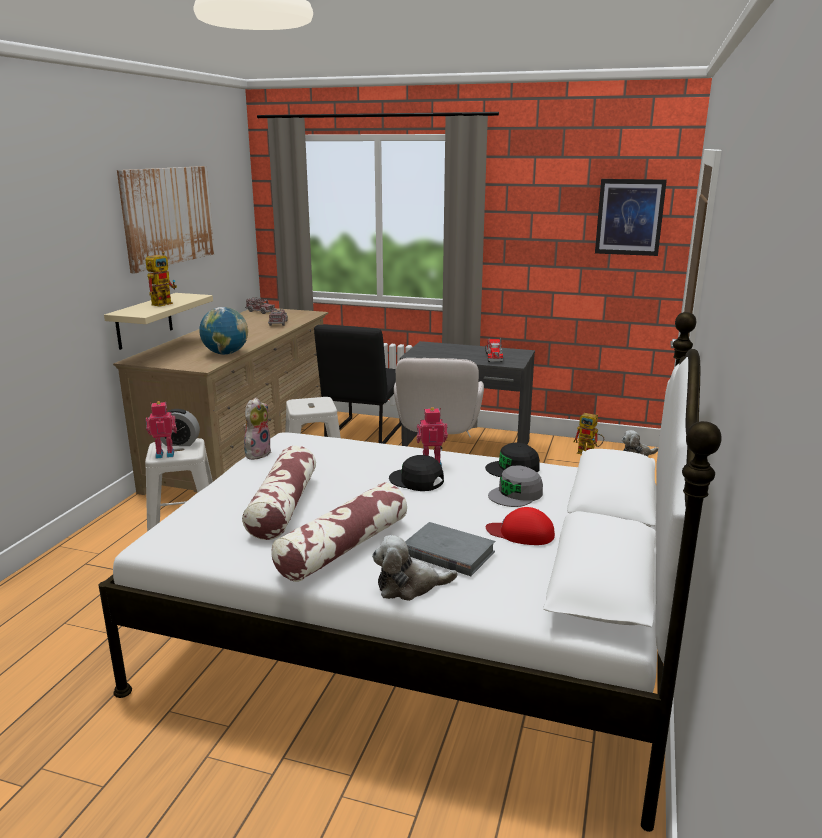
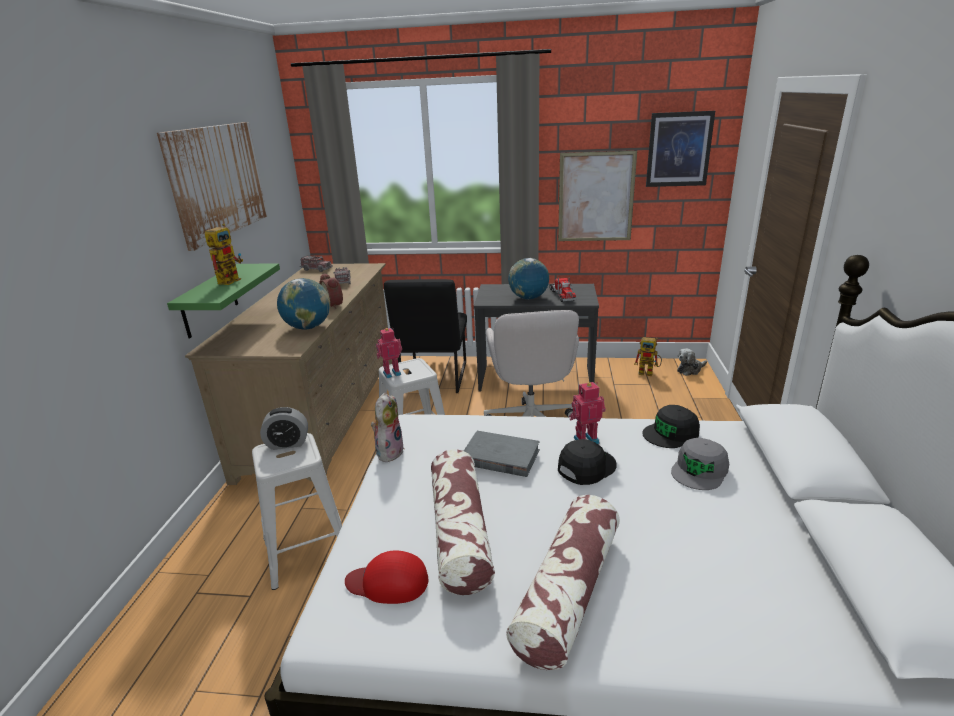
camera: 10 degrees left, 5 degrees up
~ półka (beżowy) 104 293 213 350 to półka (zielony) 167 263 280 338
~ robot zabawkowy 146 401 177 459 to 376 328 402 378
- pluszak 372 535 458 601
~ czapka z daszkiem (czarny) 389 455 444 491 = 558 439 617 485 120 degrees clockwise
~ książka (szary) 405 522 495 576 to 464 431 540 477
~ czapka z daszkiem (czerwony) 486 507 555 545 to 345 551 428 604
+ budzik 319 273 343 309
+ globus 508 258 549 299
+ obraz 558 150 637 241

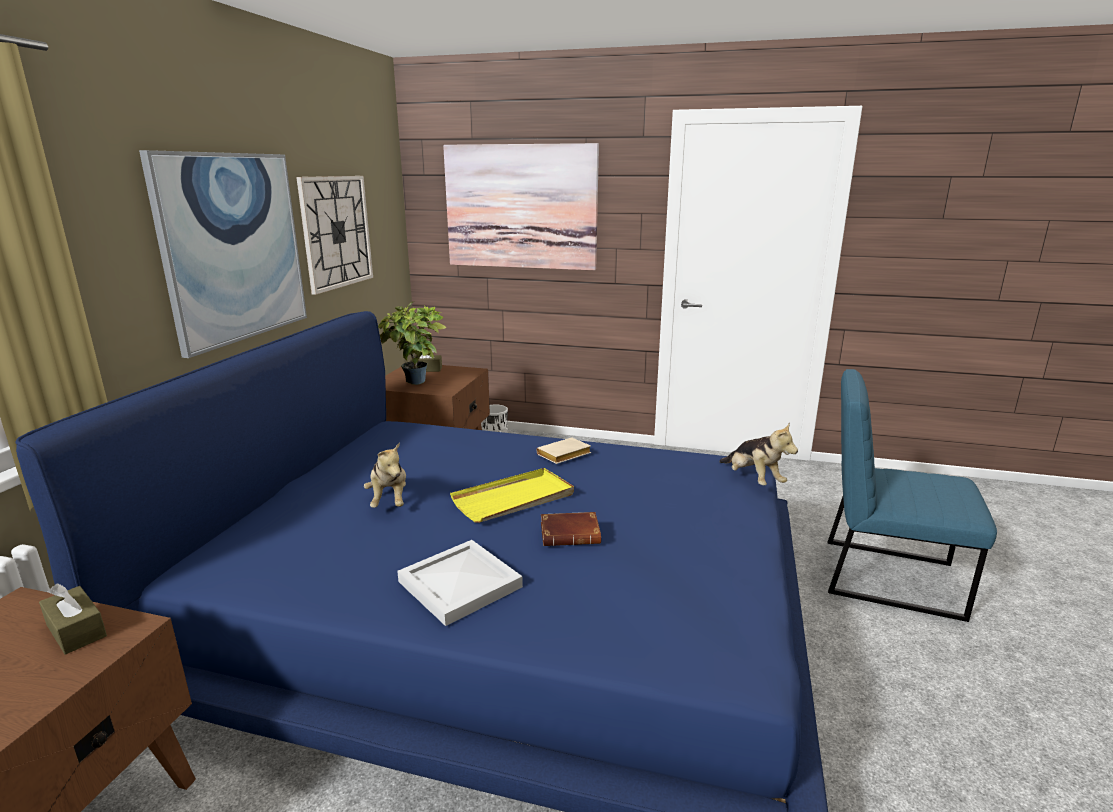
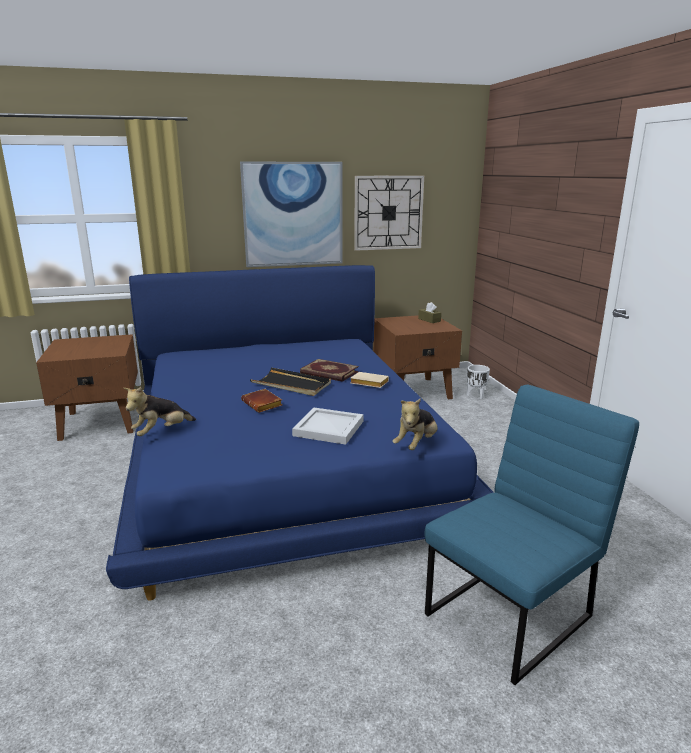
camera: 60 degrees right, 0 degrees up
- pudełko chusteczek (brązowy) 39 584 107 655
~ pluszak 364 442 406 508 to 124 387 196 436
- roślina doniczkowa 378 302 447 385
~ taca (biały) 397 540 523 626 to 292 408 364 445
- obraz 443 143 599 271
~ taca (żółty) 450 468 574 523 to taca (czarny) 250 367 331 396
~ krzesło (niebieski) 828 369 997 622 = 424 385 639 685 60 degrees clockwise
+ książka 300 359 359 382

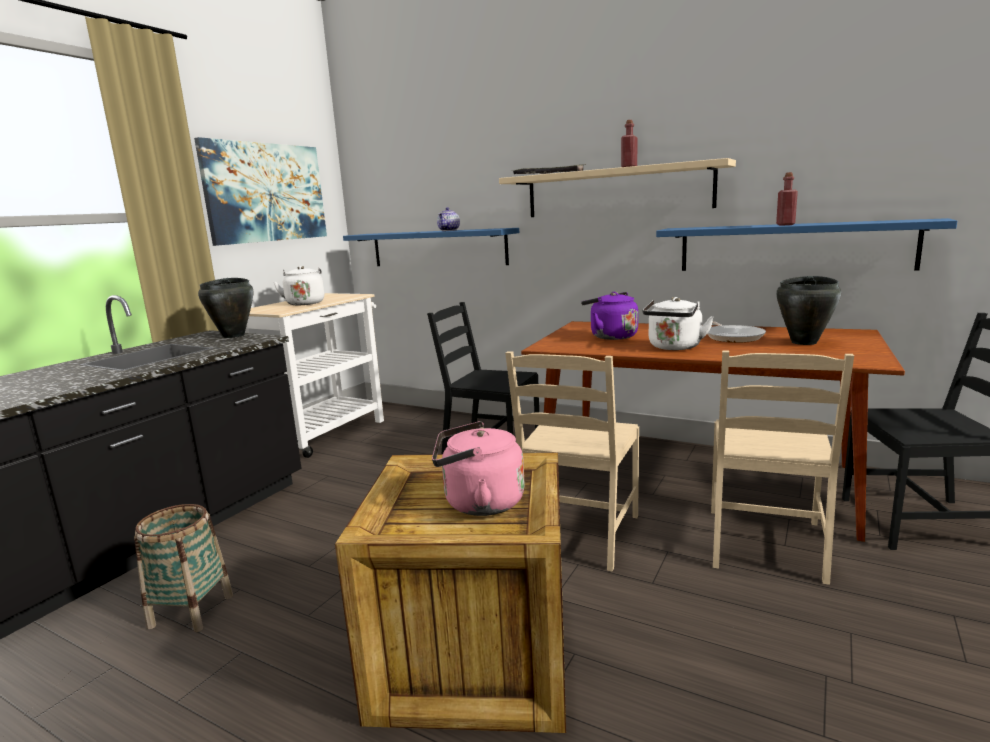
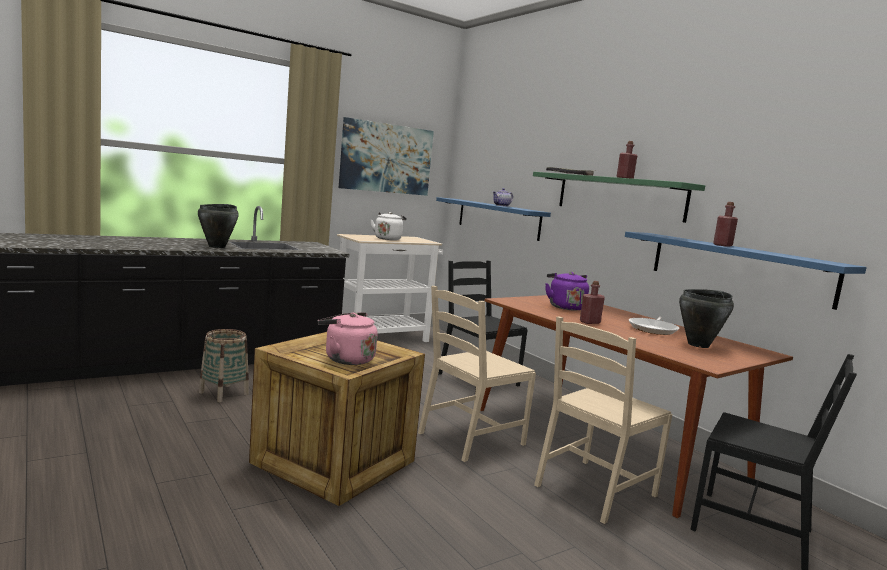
camera: 25 degrees right, 5 degrees down
~ garnek (czarny) 198 278 254 338 to 198 204 239 248
~ półka (beżowy) 499 158 736 217 to półka (zielony) 533 172 705 223
~ czajnik (biały) 643 297 714 350 to butelka (czerwony) 580 281 605 324

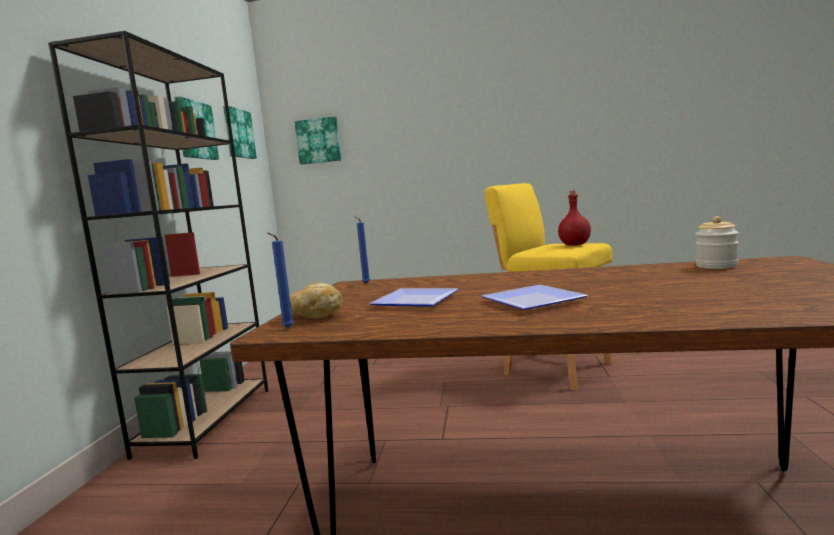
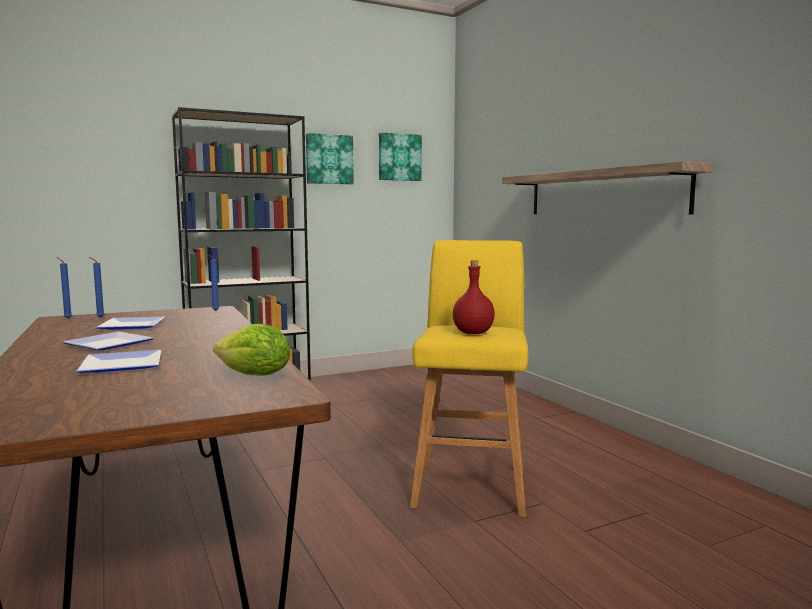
camera: 55 degrees right, 0 degrees up
~ chleb 290 283 343 318 to świeca (niebieski) 89 257 104 318
- obraz 294 117 341 165
~ słoik 695 216 739 269 to sałata 213 324 290 376
+ talerz 76 350 161 373
+ półka 502 161 713 215

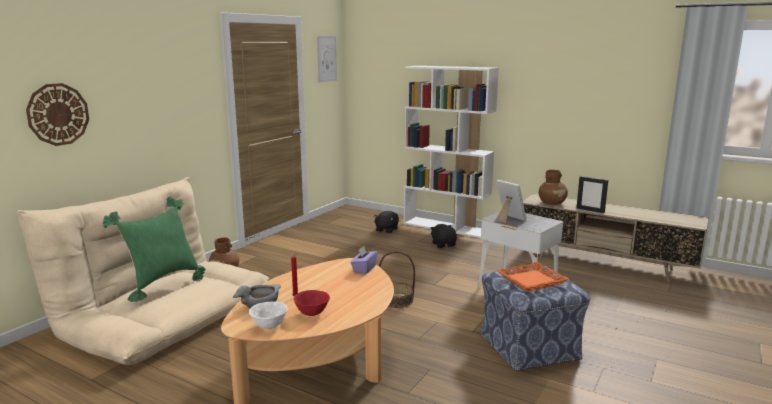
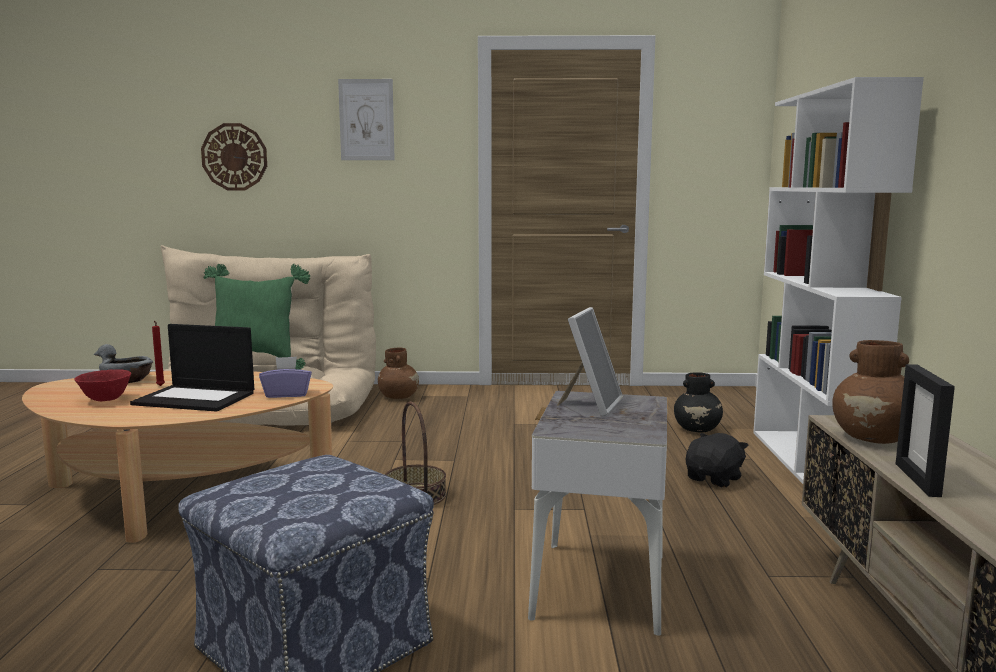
camera: 60 degrees right, 5 degrees down
- miska (biały) 249 301 288 329
~ obraz 317 36 337 82 to 338 79 395 160
~ pluszak (czarny) 374 211 399 233 to wazon (czarny) 674 372 723 433
- taca (pomarańczowy) 497 262 569 291
+ laptop 130 324 254 412

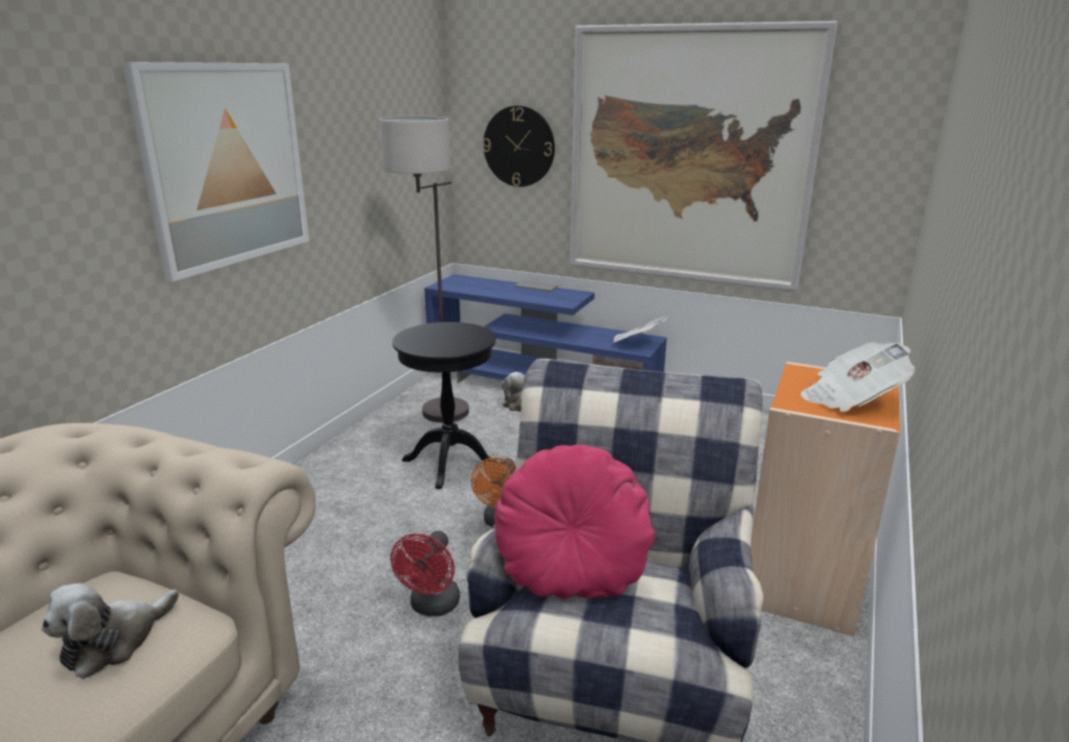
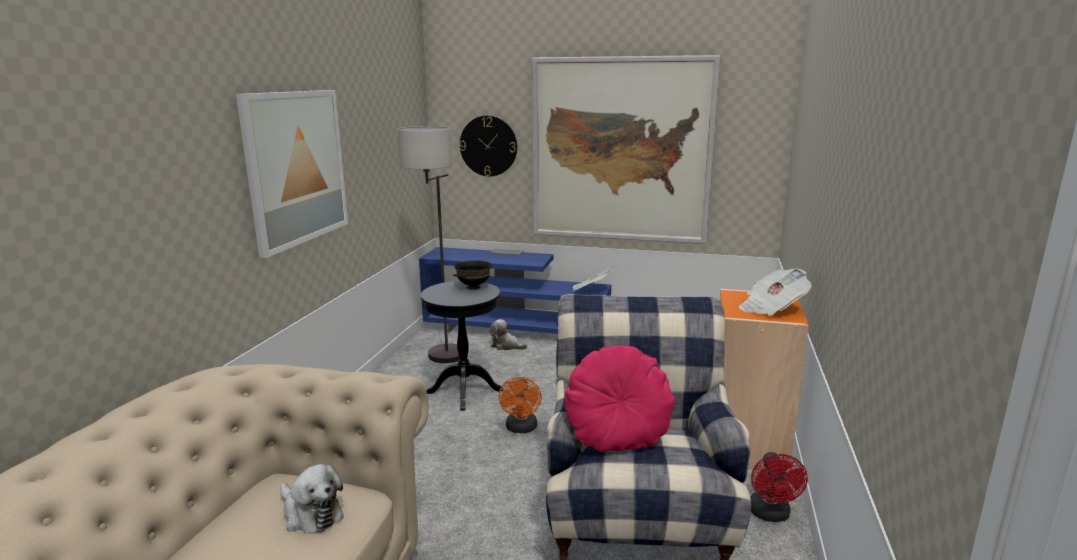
camera: 10 degrees left, 5 degrees down
~ pluszak 41 583 179 679 = 280 464 344 534 75 degrees counterclockwise
~ wentylator (czerwony) 390 531 460 616 to 750 452 808 522
+ miska (czarny) 453 260 492 290

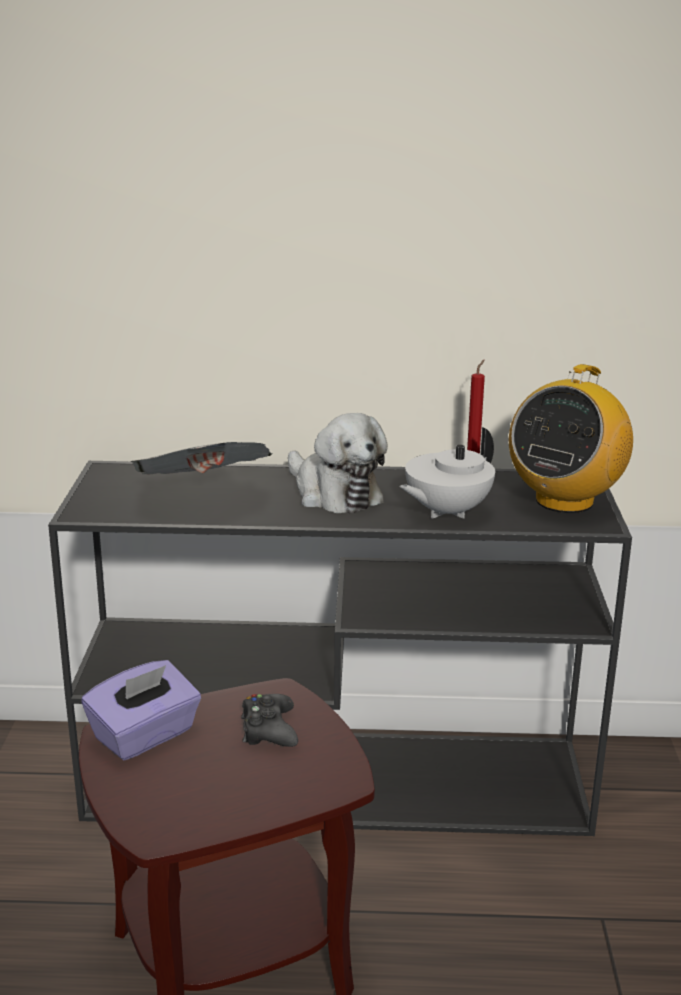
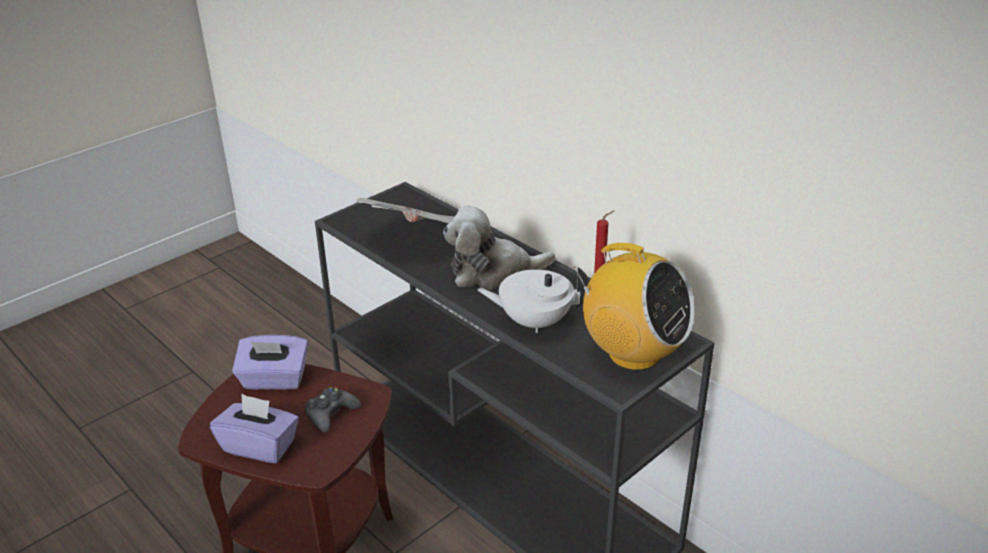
camera: 45 degrees right, 10 degrees up
~ pluszak 288 413 388 514 = 443 206 555 290 75 degrees clockwise
~ radio 509 364 633 513 = 574 243 695 371 135 degrees counterclockwise
+ pudełko chusteczek (fioletowy) 210 394 299 463

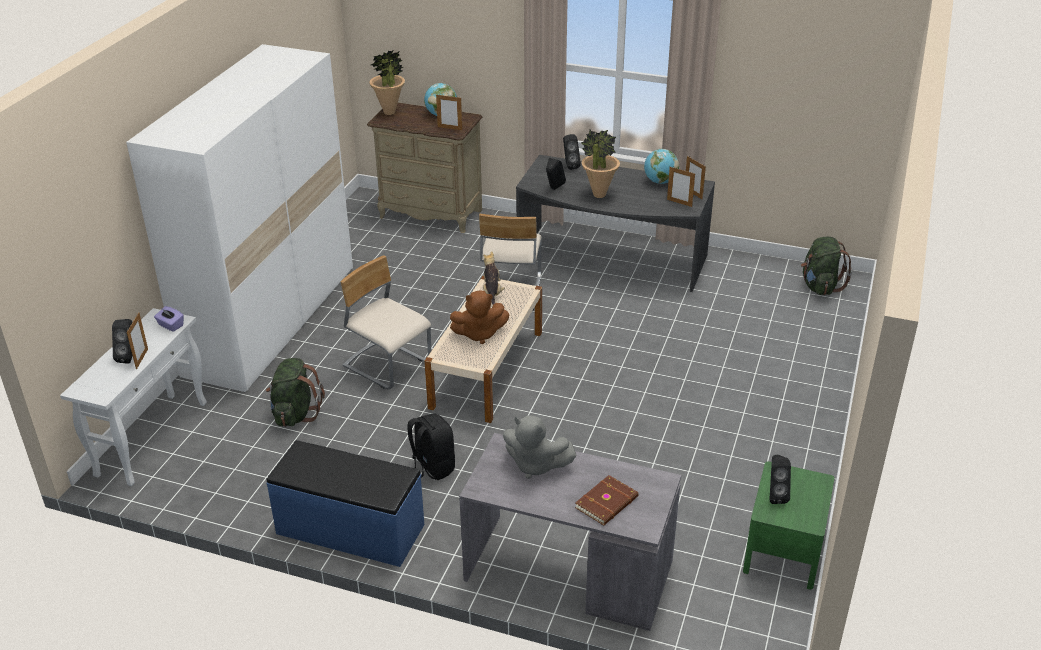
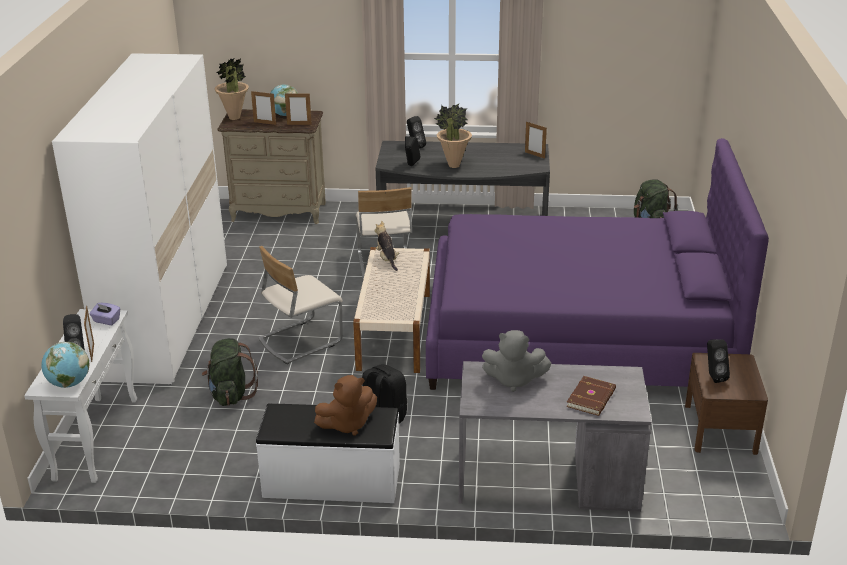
camera: 15 degrees left, 5 degrees down
~ ławka (niebieski) 267 440 424 567 to ławka (biały) 256 403 400 503
~ krzesło (beżowy) 340 255 431 390 = 258 246 343 364 60 degrees counterclockwise
~ pluszak (brązowy) 450 291 509 344 to 314 375 377 436
~ globus 644 149 679 184 to 41 342 89 388
~ ramka na zdjęcie 667 166 695 207 to 251 90 276 125
~ szafka nocna (zielony) 743 461 835 590 to szafka nocna (brązowy) 685 353 768 455
+ łóżko (fioletowy) 426 138 769 390

